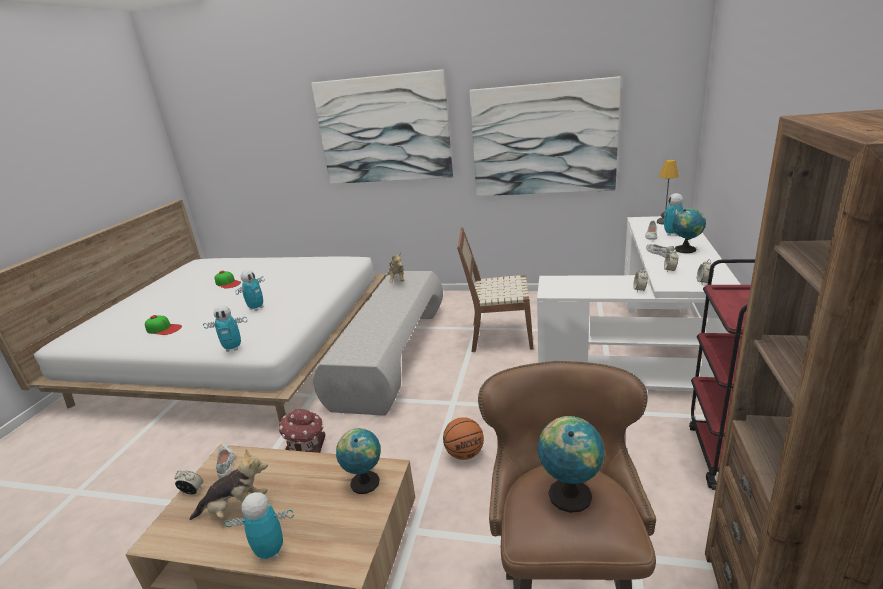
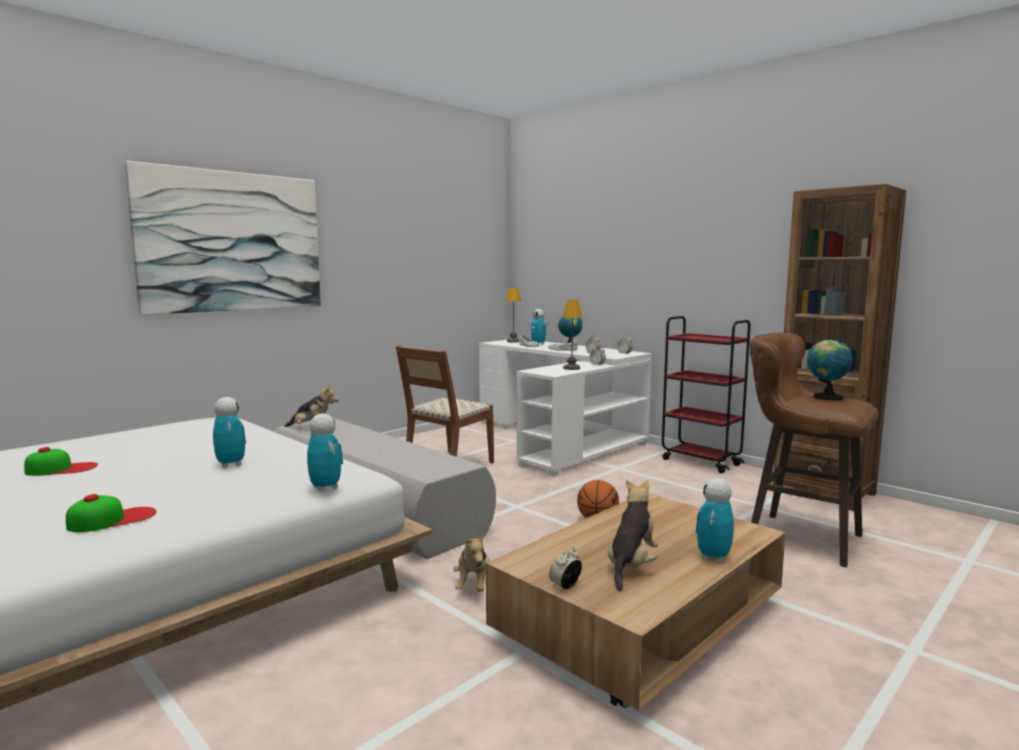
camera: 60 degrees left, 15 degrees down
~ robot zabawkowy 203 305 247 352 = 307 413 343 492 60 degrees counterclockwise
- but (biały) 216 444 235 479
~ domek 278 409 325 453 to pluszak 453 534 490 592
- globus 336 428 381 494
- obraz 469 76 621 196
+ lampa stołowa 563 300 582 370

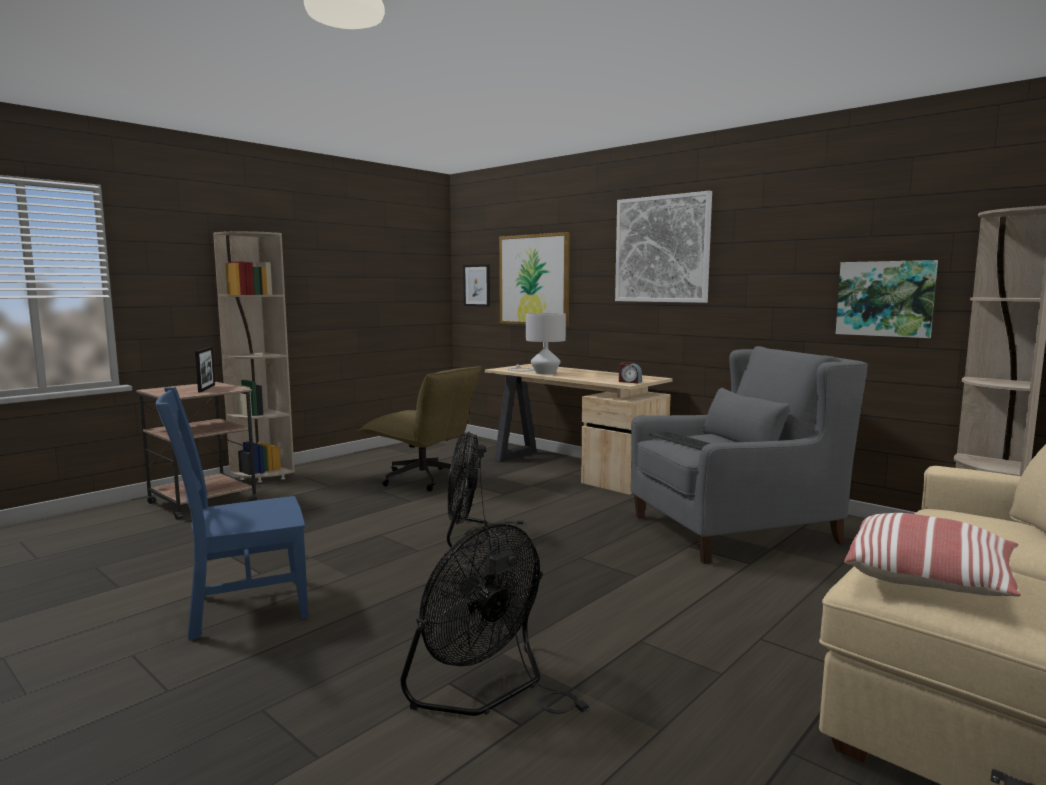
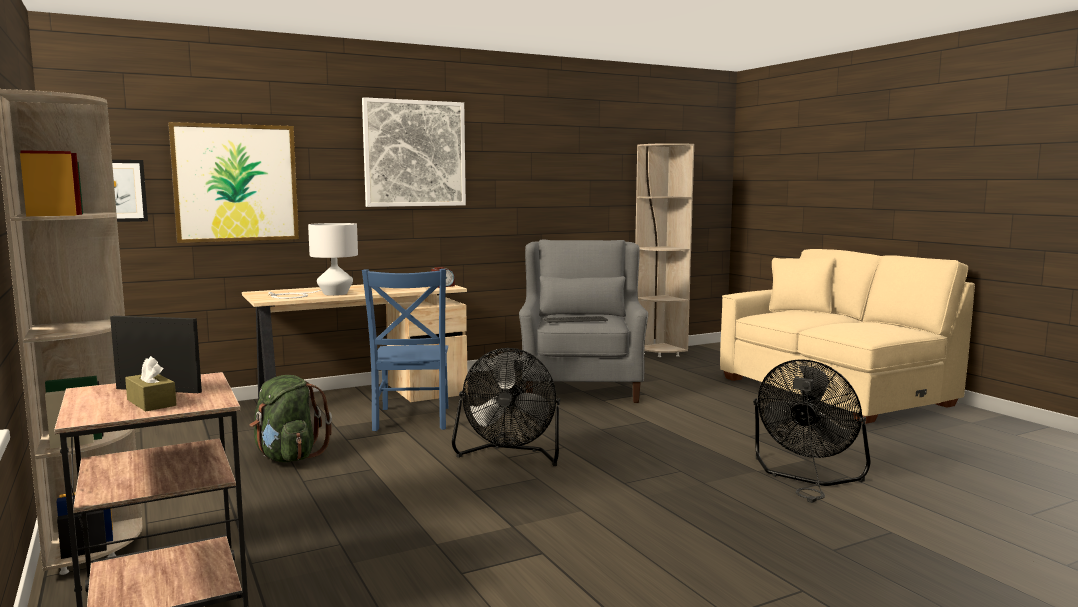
camera: 70 degrees left, 0 degrees up
~ krzesło (niebieski) 156 387 308 641 to 362 269 448 431
~ krzesło biurowe (beżowy) 357 367 483 491 to plecak (zielony) 249 375 332 462
~ wentylator (czarny) 401 524 589 716 = 753 359 871 503 150 degrees clockwise
- obraz 836 260 938 338
- poduszka 844 513 1021 596
+ pudełko chusteczek (brązowy) 125 356 177 412

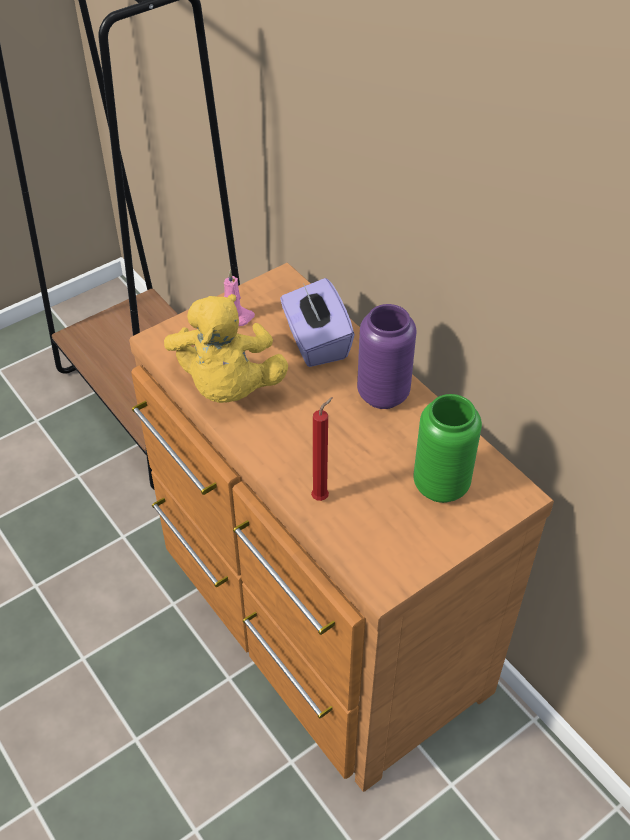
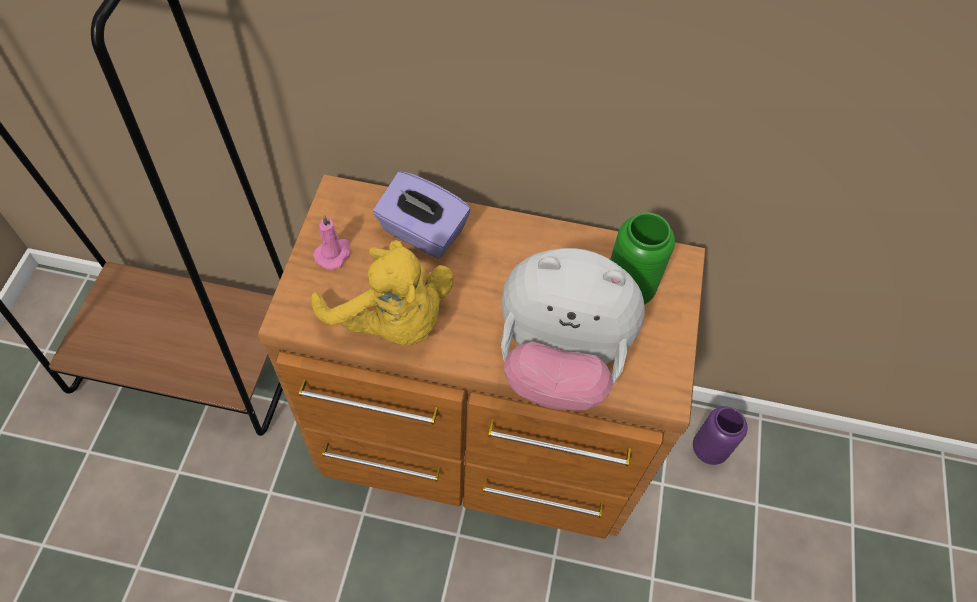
camera: 45 degrees left, 10 degrees up
~ świeca (czerwony) 311 397 333 501 to pluszak 501 248 645 410
~ wazon (fioletowy) 357 304 417 409 to 693 406 748 465

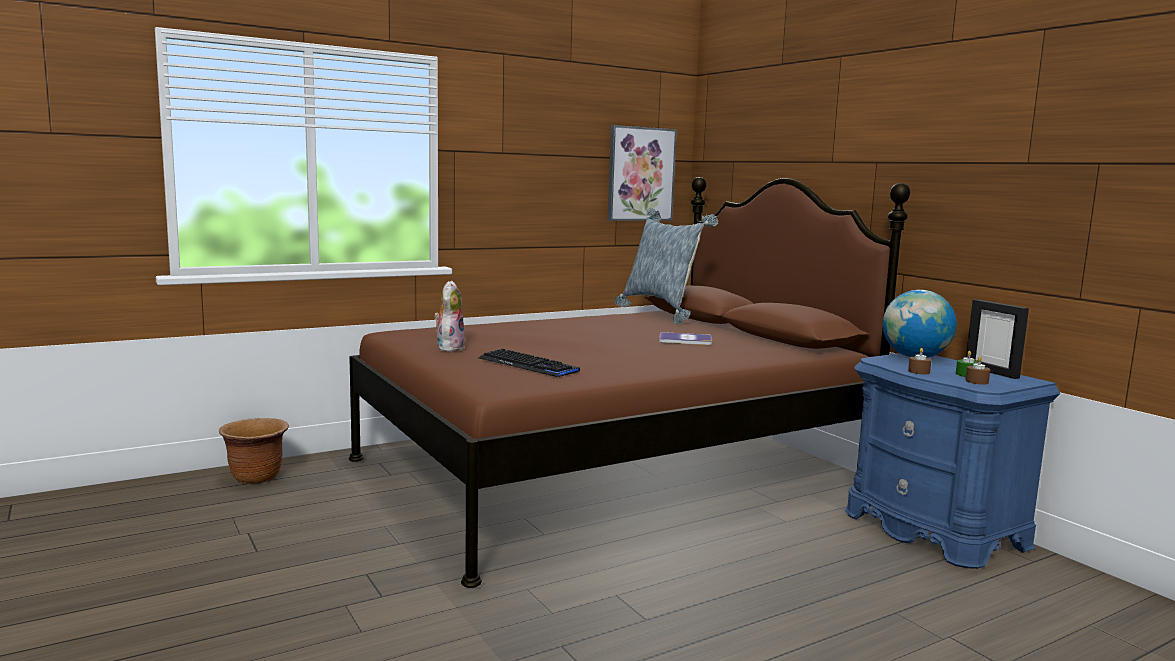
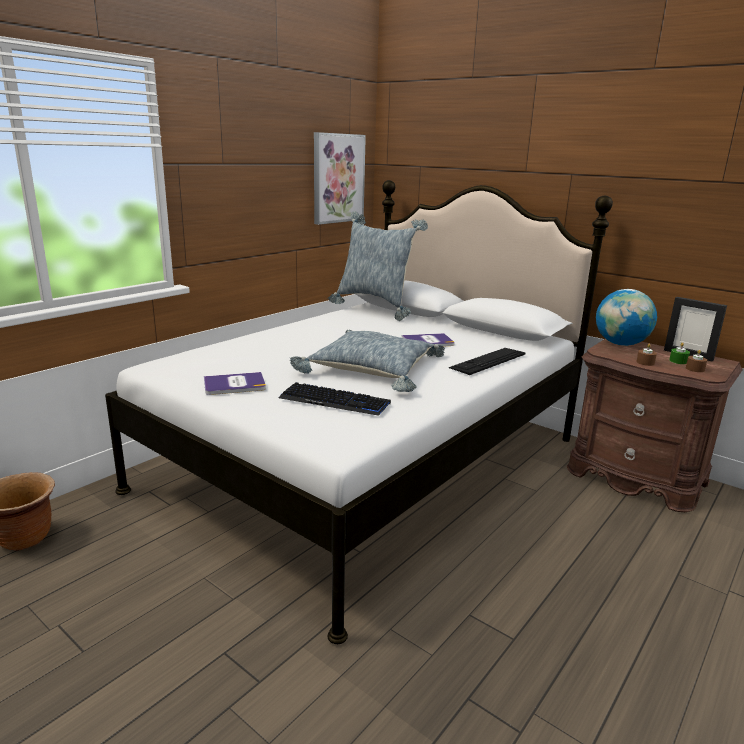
camera: 20 degrees left, 10 degrees up
~ łóżko (brązowy) 349 177 910 588 to łóżko (biały) 105 180 613 644
~ pluszak 434 281 465 352 to książka 204 372 266 395
~ szafka nocna (niebieski) 845 353 1060 569 to szafka nocna (brązowy) 567 339 742 512
+ poduszka 290 330 445 392
+ klawiatura 449 348 526 375

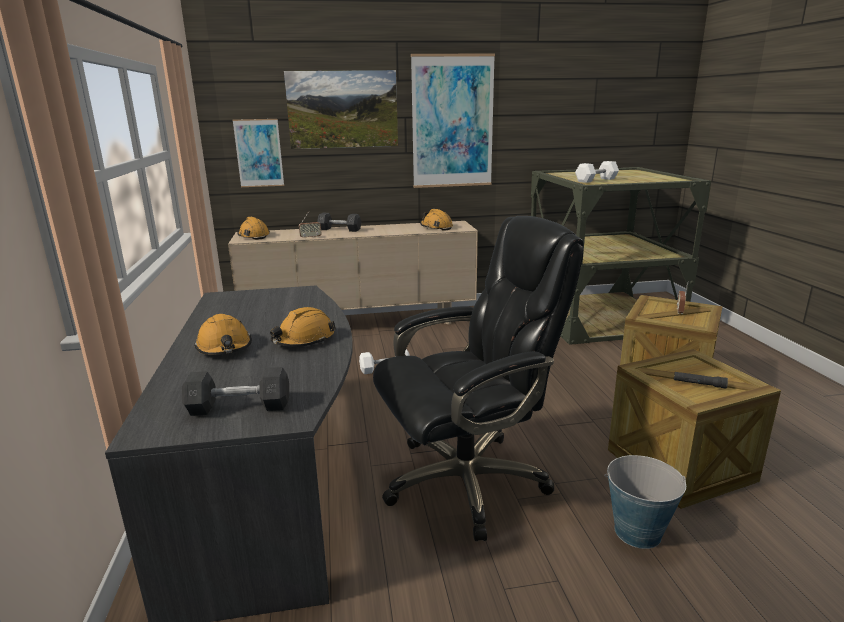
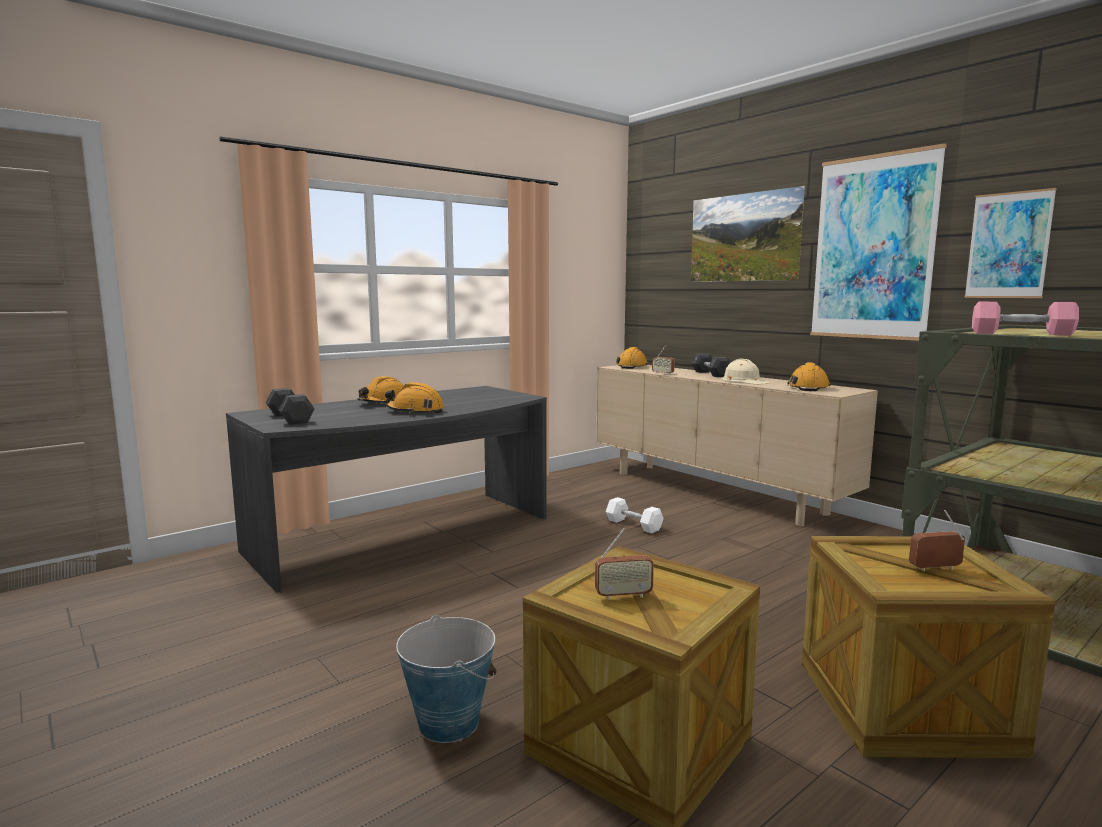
camera: 60 degrees right, 10 degrees down
~ obraz 233 119 284 187 to 964 188 1057 298
- krzesło biurowe (czarny) 373 216 584 541
~ hantel (biały) 575 161 619 183 to hantel (różowy) 972 302 1079 336
~ latarka (czarny) 674 372 728 389 to radio 595 528 654 600
+ kask (beżowy) 722 359 770 385

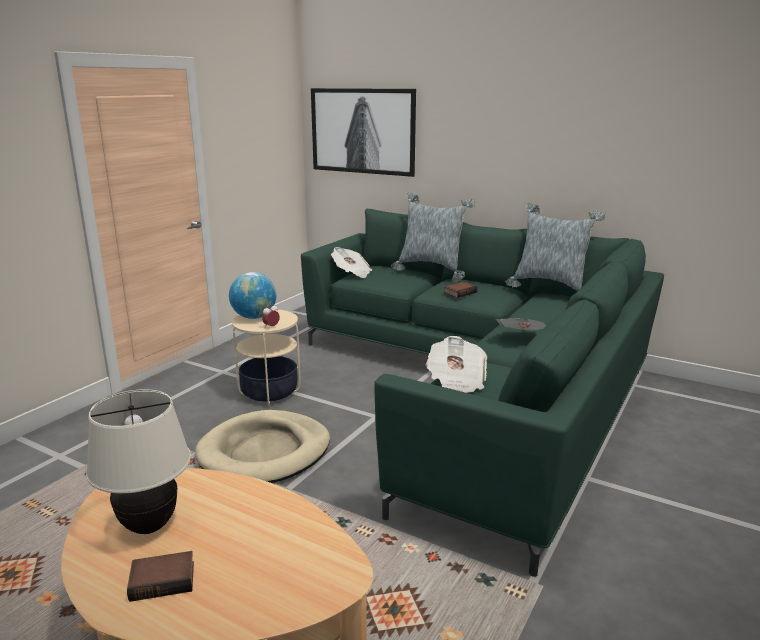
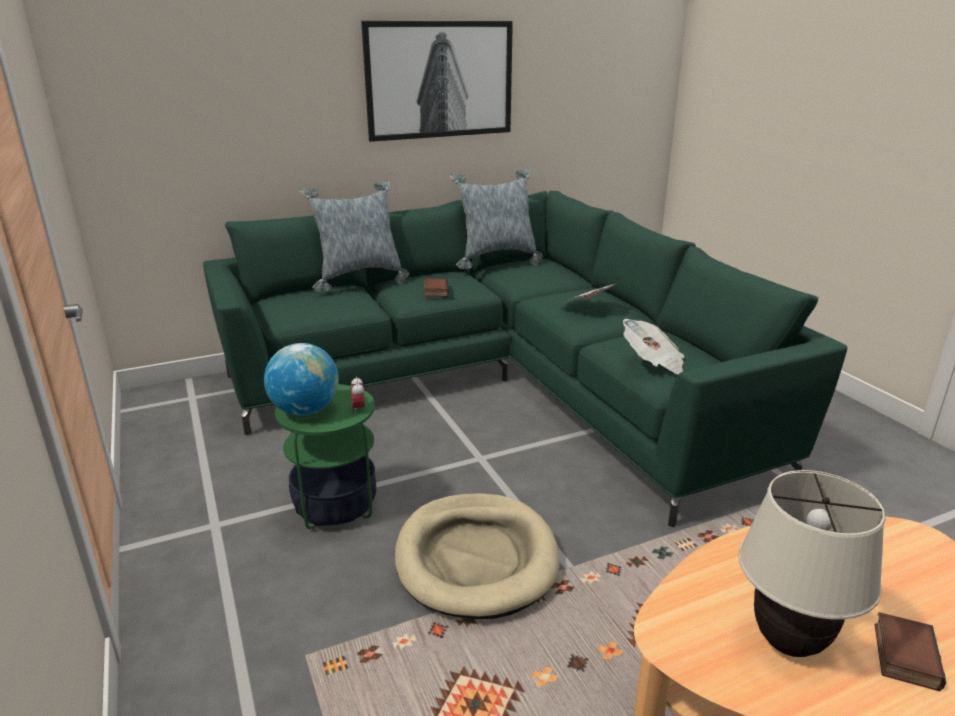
camera: 55 degrees left, 5 degrees up
~ stolik (beżowy) 232 309 300 405 to stolik (zielony) 275 384 376 529
~ obraz 311 88 416 177 to 361 21 513 142
- gazeta 331 247 372 278

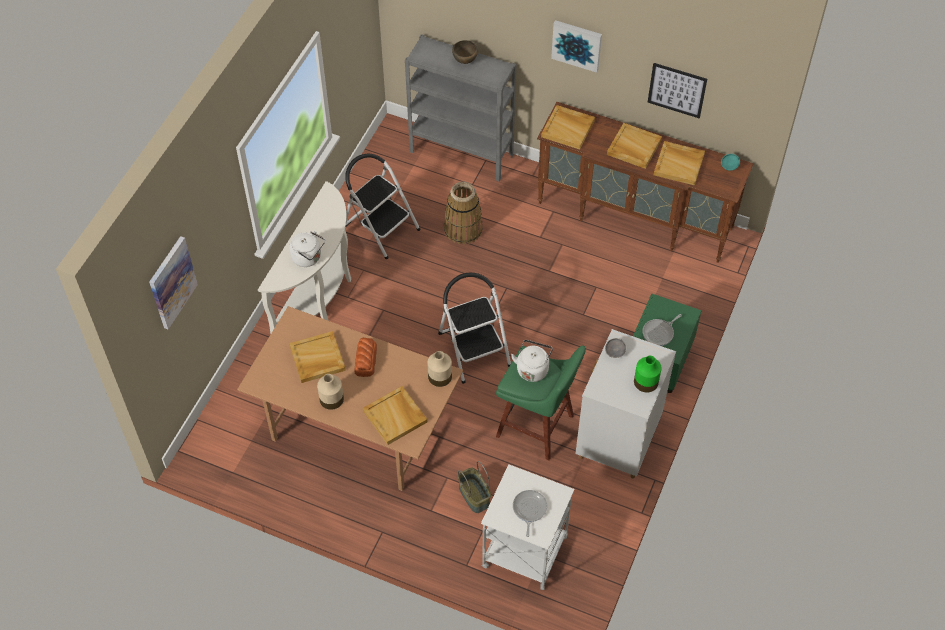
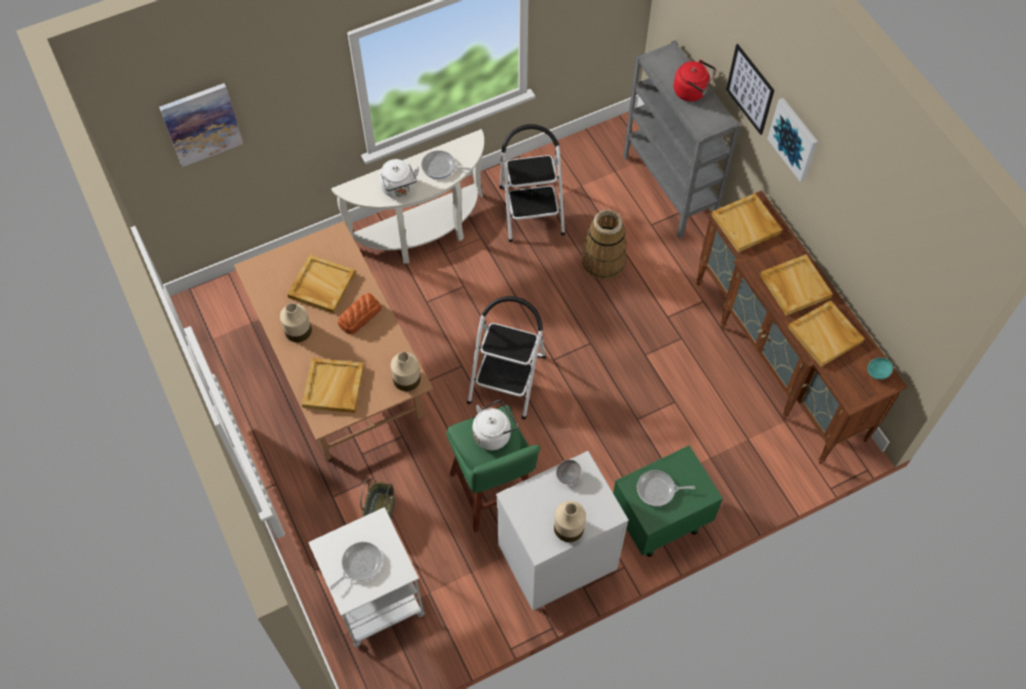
camera: 40 degrees right, 5 degrees up
~ miska (brązowy) 452 40 478 64 to czajnik (czerwony) 674 60 716 101
~ wazon (zielony) 634 356 661 392 to wazon (beżowy) 554 501 586 542
~ obraz 648 63 707 119 to 726 44 774 135
+ patelnia 421 150 472 179

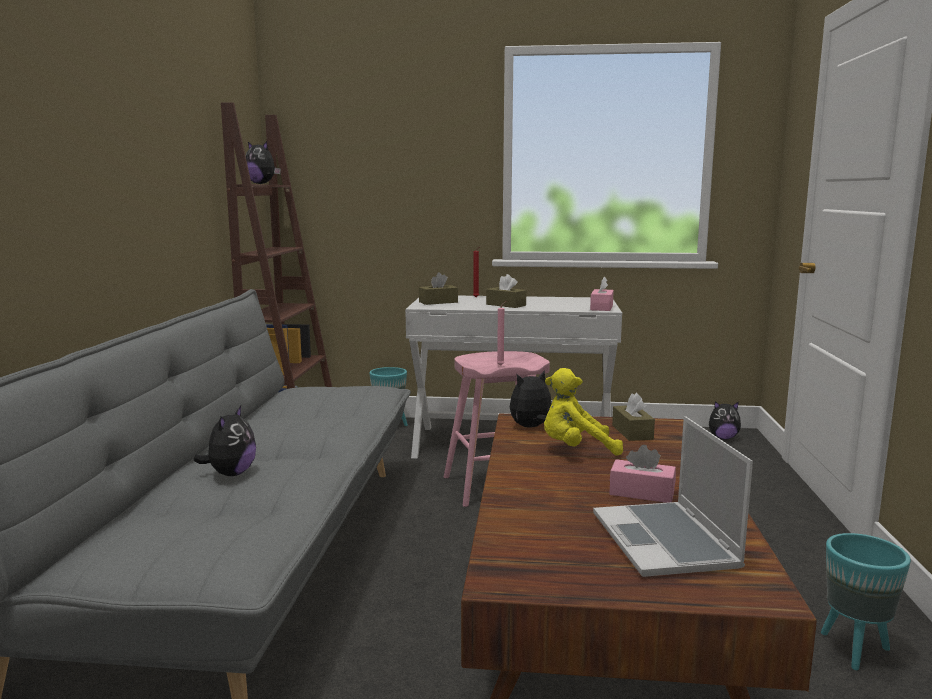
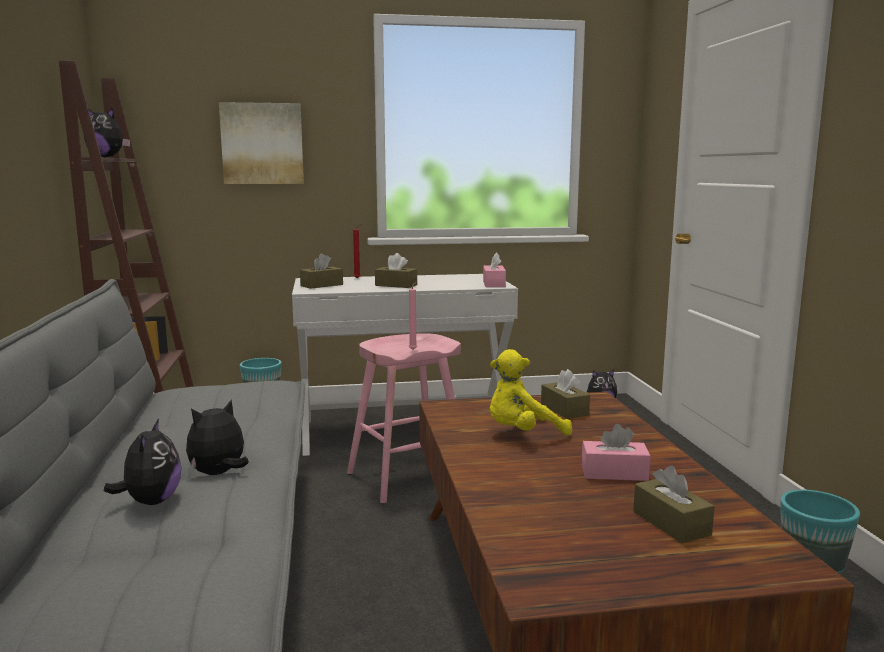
camera: 15 degrees left, 0 degrees up
~ pluszak 510 370 552 428 to 186 399 249 475
~ laptop 593 416 753 577 to pudełko chusteczek (brązowy) 633 465 715 543
+ obraz 219 102 304 184

